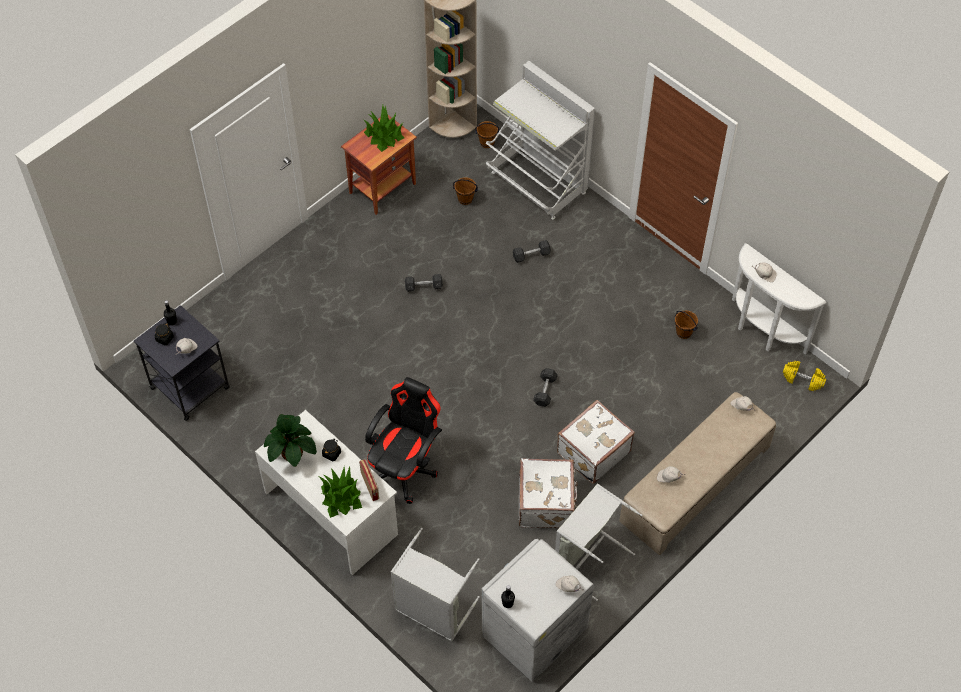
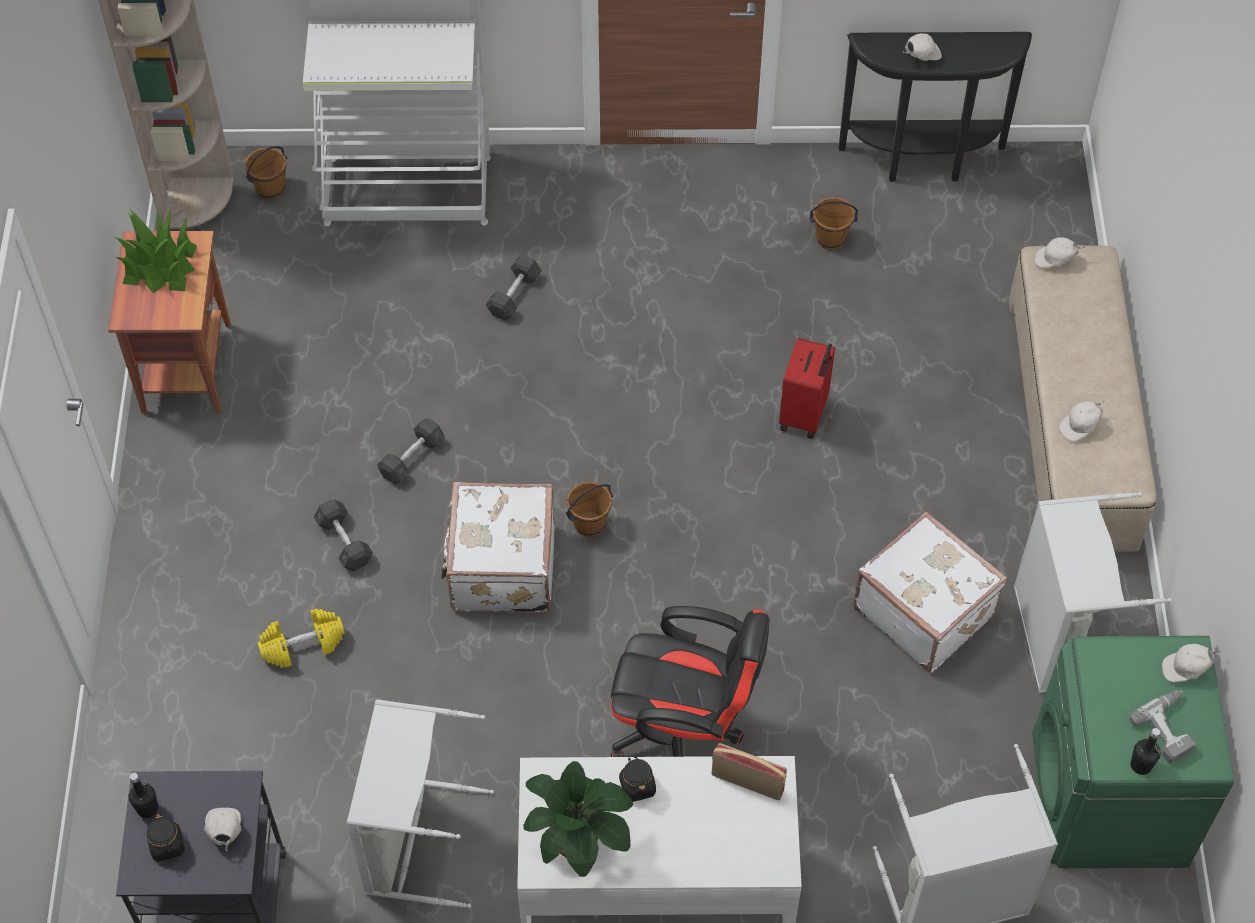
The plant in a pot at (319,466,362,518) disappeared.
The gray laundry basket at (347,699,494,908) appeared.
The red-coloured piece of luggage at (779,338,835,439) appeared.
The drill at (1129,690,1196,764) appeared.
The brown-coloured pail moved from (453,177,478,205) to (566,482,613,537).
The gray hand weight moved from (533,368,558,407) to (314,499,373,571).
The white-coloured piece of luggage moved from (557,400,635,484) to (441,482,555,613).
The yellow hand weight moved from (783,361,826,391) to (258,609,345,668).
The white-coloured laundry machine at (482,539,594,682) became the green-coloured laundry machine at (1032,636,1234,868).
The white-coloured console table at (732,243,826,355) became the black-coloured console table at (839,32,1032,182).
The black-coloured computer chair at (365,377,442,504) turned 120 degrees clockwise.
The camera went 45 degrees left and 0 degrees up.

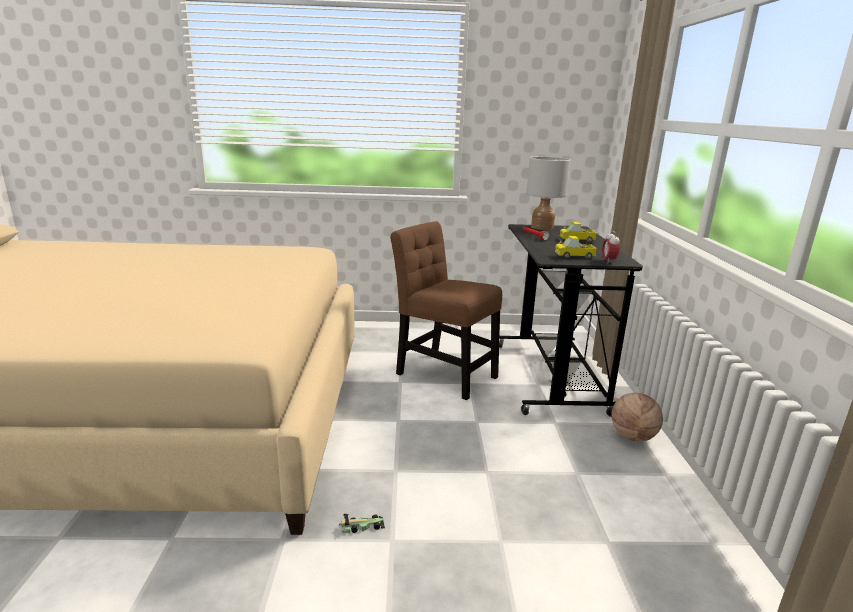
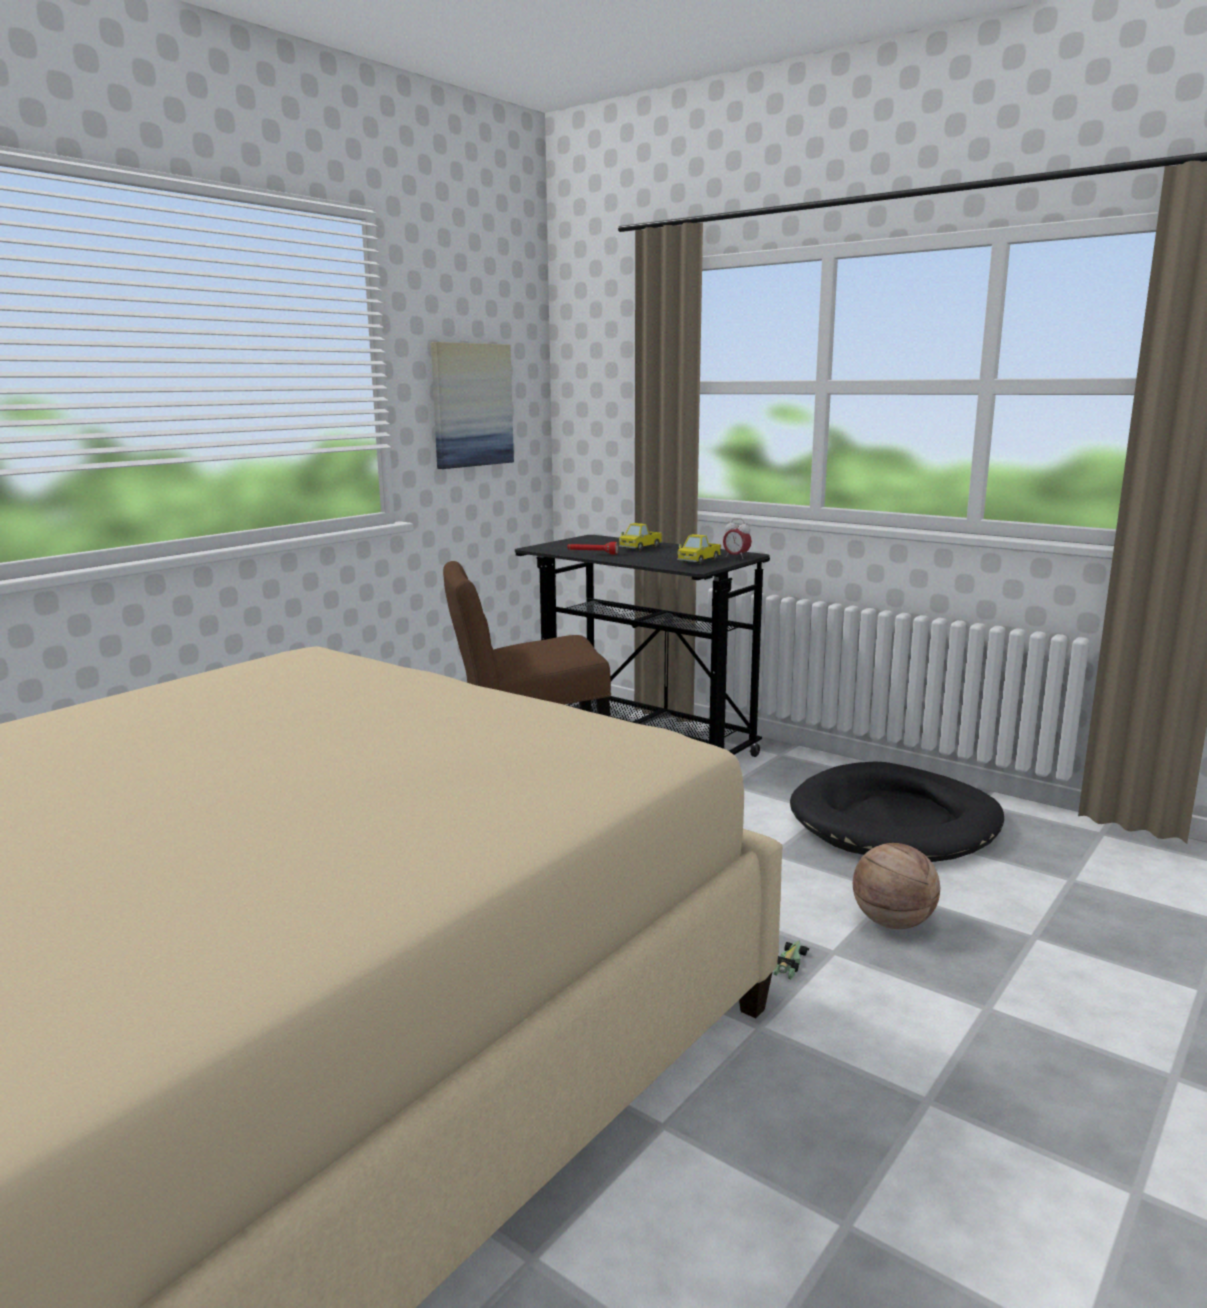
The gray tabletop lamp at (526,156,571,230) disappeared.
The wall art at (431,342,514,469) appeared.
The black-coloured dog bed at (790,761,1004,862) appeared.
The ball for basketball moved from (611,393,663,442) to (853,843,940,929).
The camera went 50 degrees left and 5 degrees down.

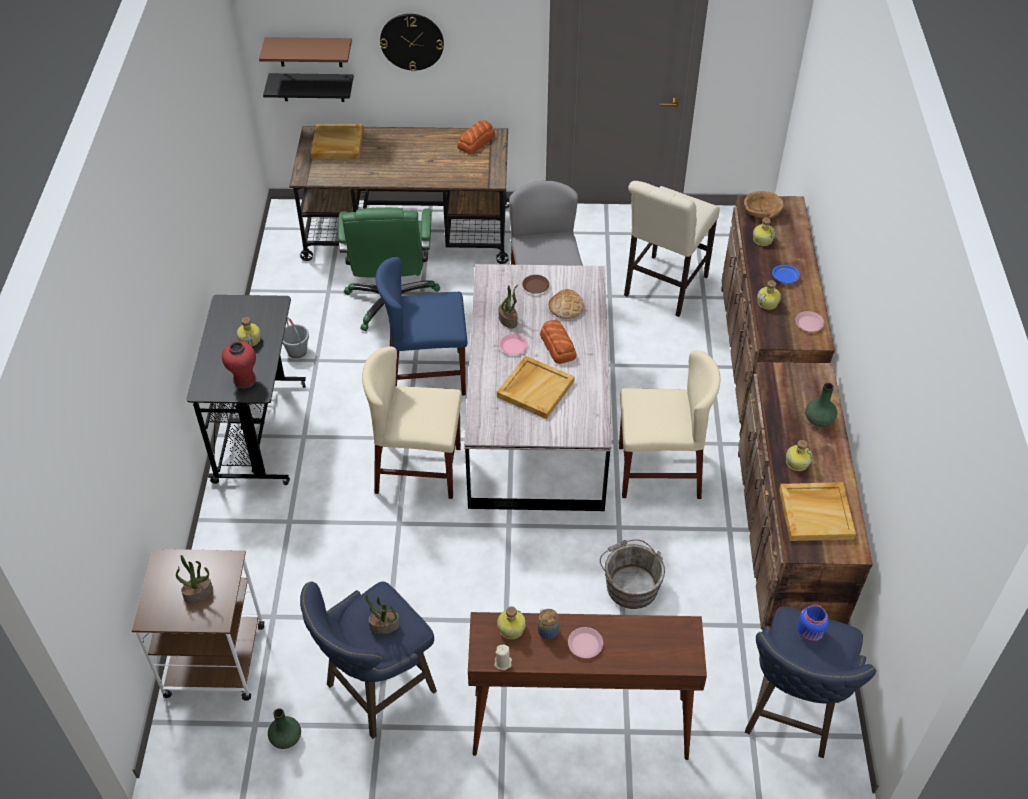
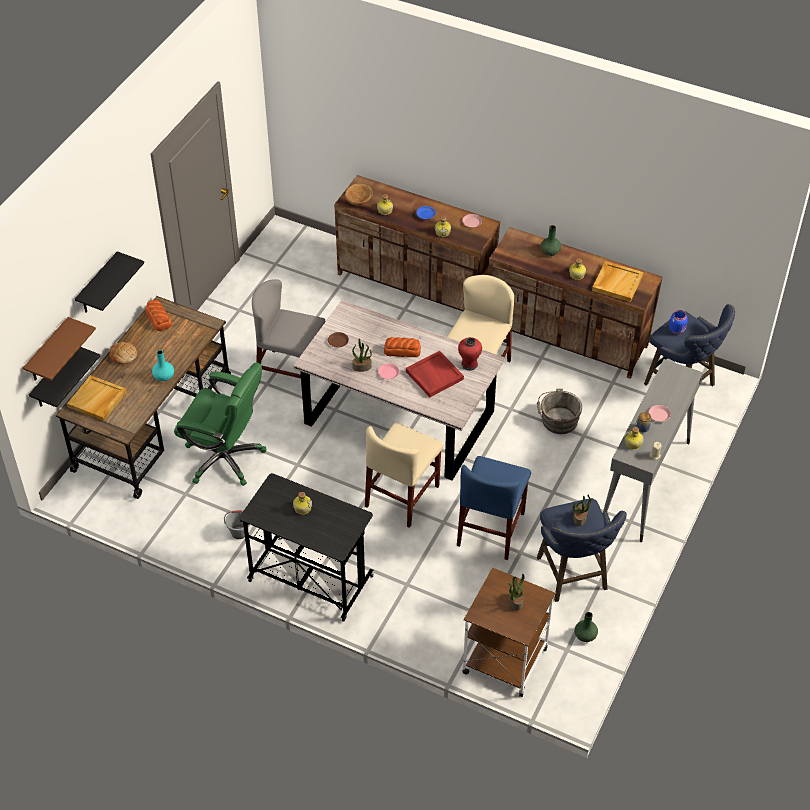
The beige sitting stool at (624,181,720,317) disappeared.
The turquoise decorative vase at (152,350,174,381) appeared.
The red-coloured decorative vase moved from (222,341,256,389) to (458,337,482,371).
The blue chair moved from (376,257,467,395) to (457,456,531,560).
The bread moved from (549,289,584,319) to (109,342,137,364).
The hanging clock at (380,14,444,71) was replaced by the black-coloured wall shelf at (75,251,144,313).
The brown-coloured console table at (468,612,707,760) became the gray console table at (603,359,703,542).
The beige tray at (497,356,575,419) became the red-coloured tray at (406,351,464,397).
The camera went 65 degrees left and 0 degrees up.

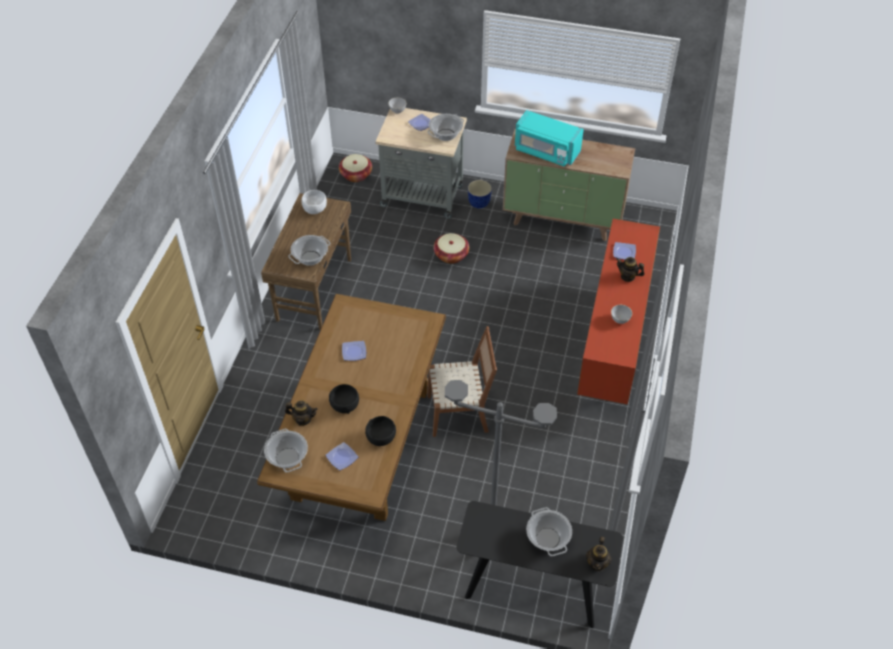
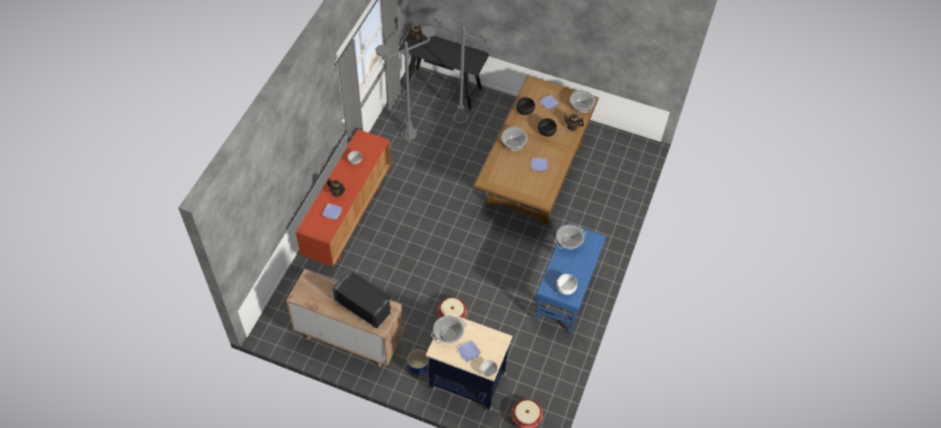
The chair at (427,326,497,437) disappeared.
The gray standard lamp at (375,26,436,140) appeared.
The cooking pot moved from (526,507,572,556) to (501,126,528,151).
The brown-coloured console table at (261,193,351,330) became the blue console table at (535,223,606,334).
The gray trolley at (375,108,467,219) became the blue trolley at (426,312,513,412).
The turquoise microwave at (515,110,584,167) became the black-coloured microwave at (333,272,391,329).
The camera went 175 degrees left and 5 degrees up.

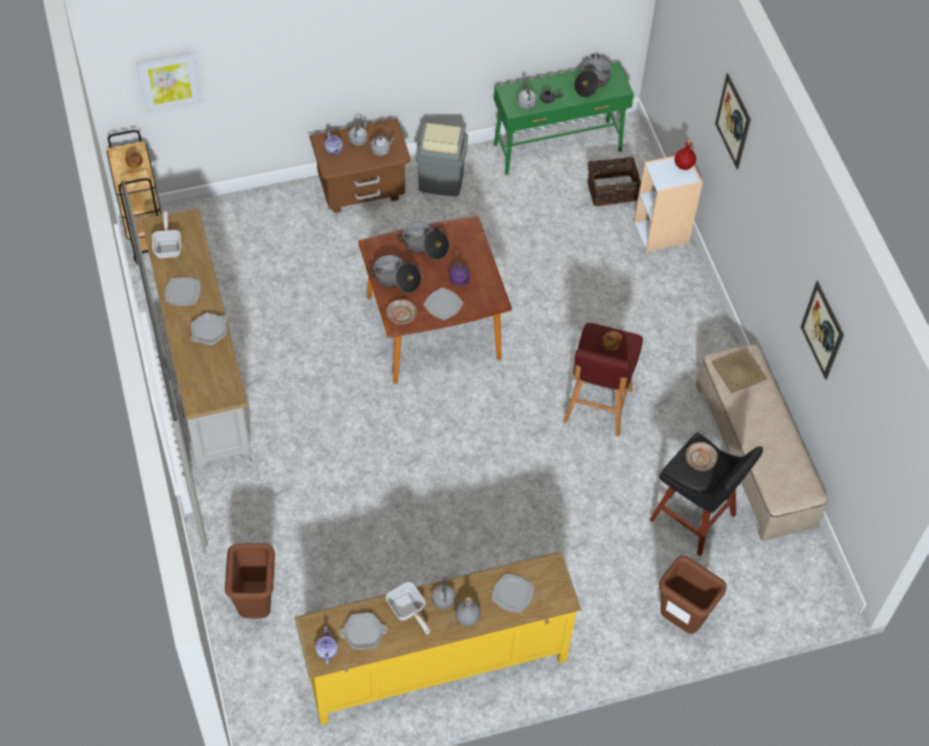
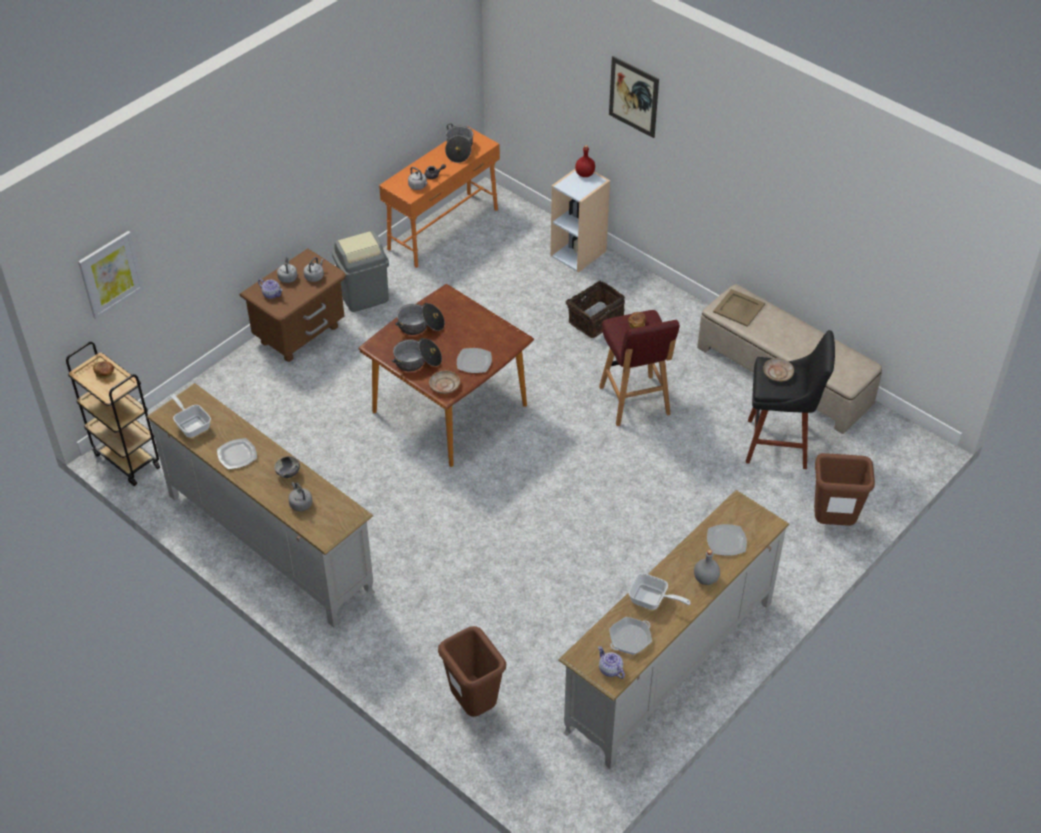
The purple-coloured tea kettle at (449,261,470,286) disappeared.
The wall art at (801,281,844,380) disappeared.
The gray tea kettle moved from (432,576,456,609) to (289,482,312,511).
The household basket moved from (587,154,641,206) to (566,280,625,338).
The skillet at (191,313,227,345) was replaced by the serving bowl at (274,456,300,478).
The yellow cupboard at (294,551,581,725) became the gray cupboard at (558,490,789,769).
The green-coloured console table at (494,62,634,175) became the orangey console table at (379,127,500,268).
The camera went 30 degrees left and 10 degrees down.

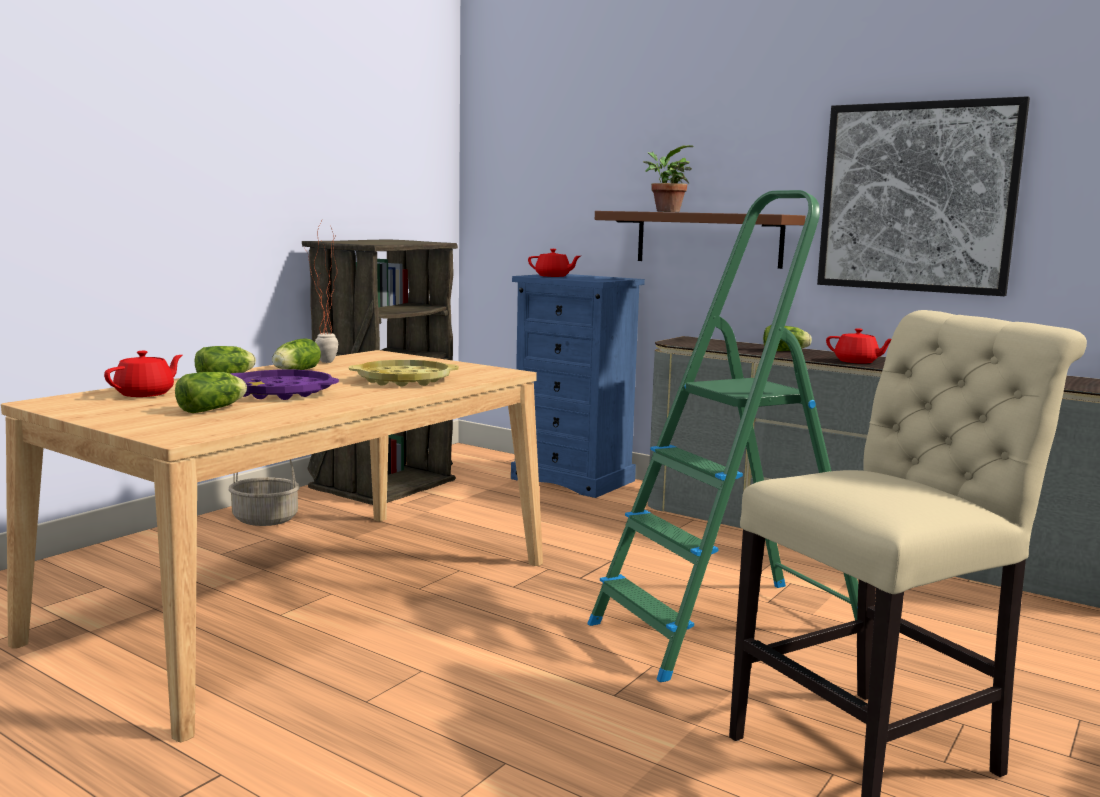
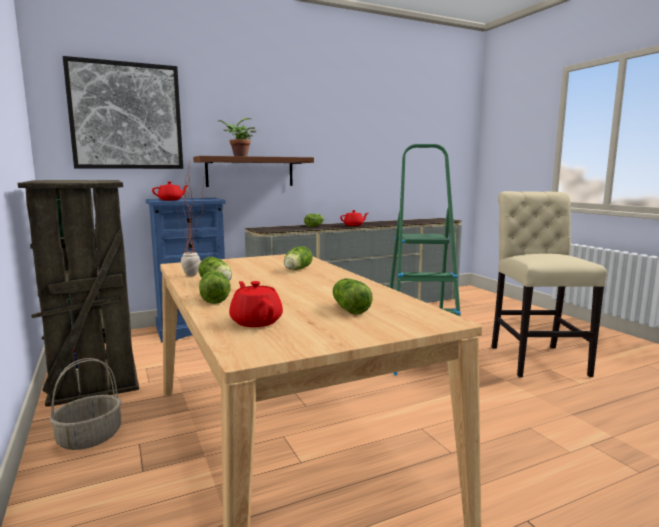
The purple-coloured tray at (230,370,339,400) disappeared.
The wall art moved from (817,96,1030,296) to (63,56,183,169).
The yellow tray at (349,360,459,386) was replaced by the lettuce at (284,246,312,270).
The camera went 60 degrees left and 0 degrees up.

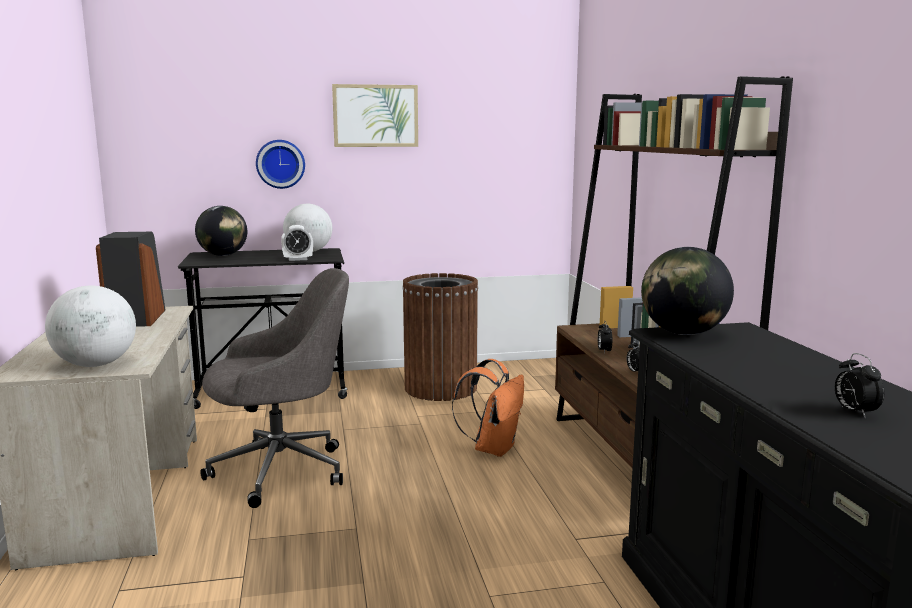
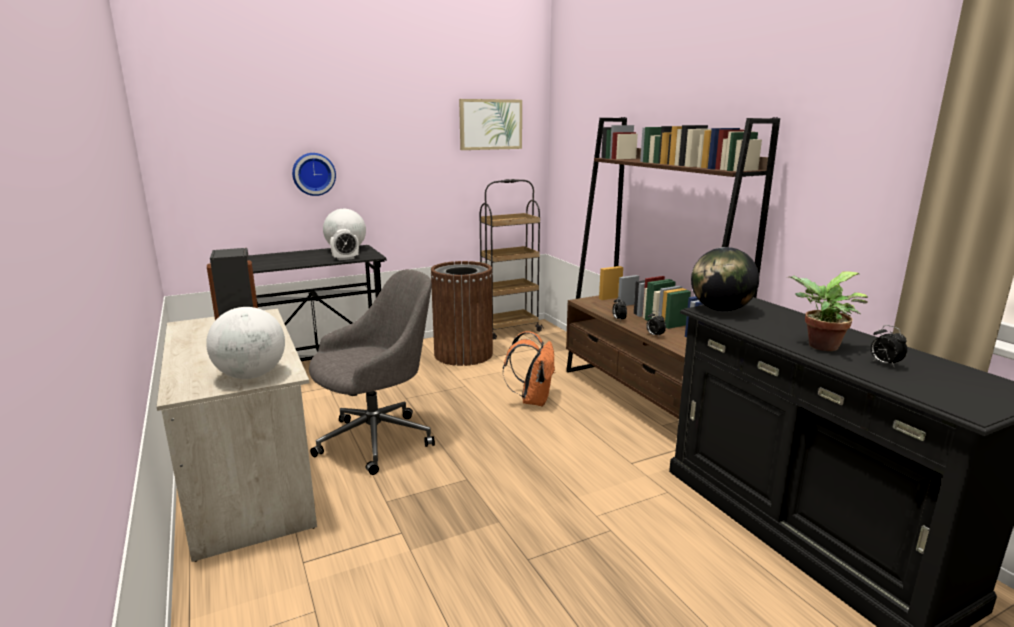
The globe at (195,206,247,256) disappeared.
The brown-coloured trolley at (480,179,544,339) appeared.
The plant in a pot at (786,271,868,351) appeared.
The wall art moved from (332,84,418,147) to (459,99,522,150).
The camera went 15 degrees left and 5 degrees up.

